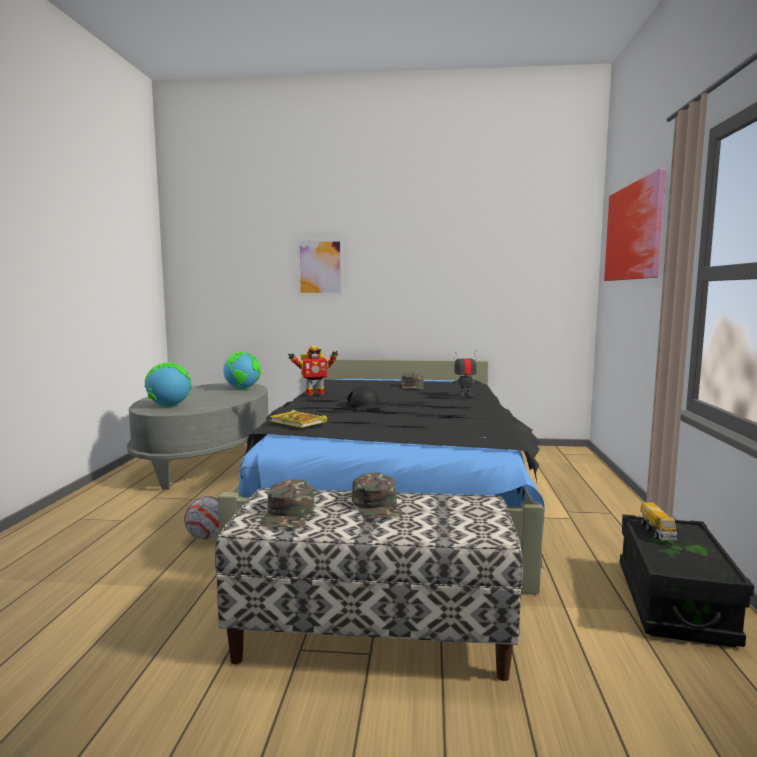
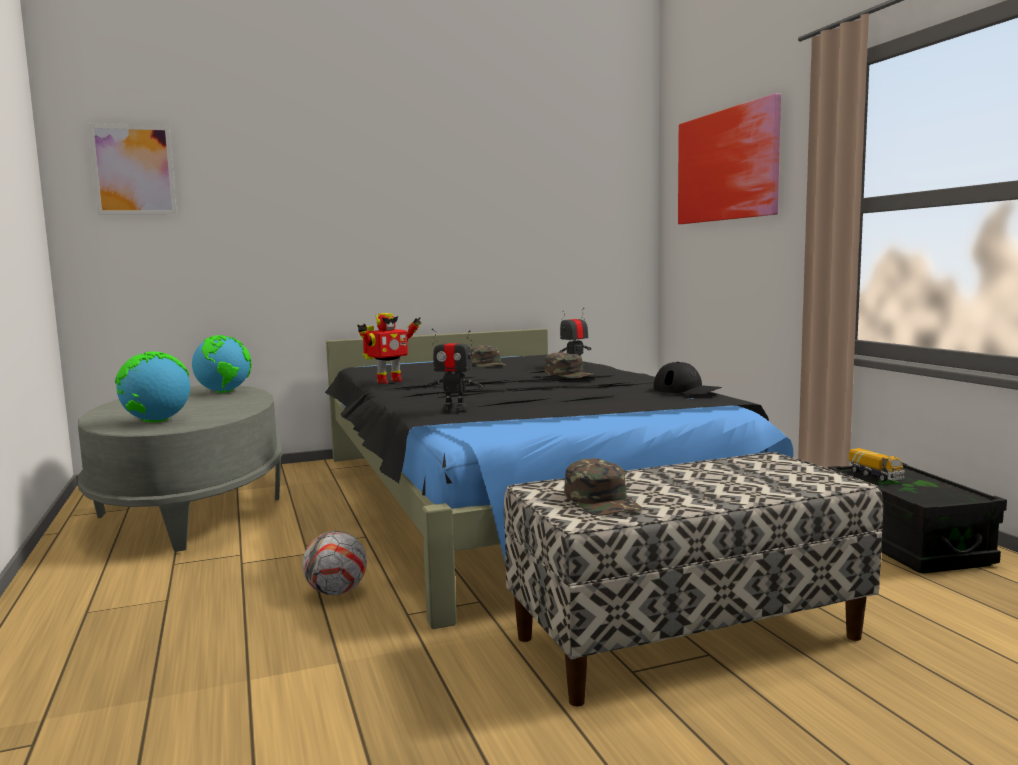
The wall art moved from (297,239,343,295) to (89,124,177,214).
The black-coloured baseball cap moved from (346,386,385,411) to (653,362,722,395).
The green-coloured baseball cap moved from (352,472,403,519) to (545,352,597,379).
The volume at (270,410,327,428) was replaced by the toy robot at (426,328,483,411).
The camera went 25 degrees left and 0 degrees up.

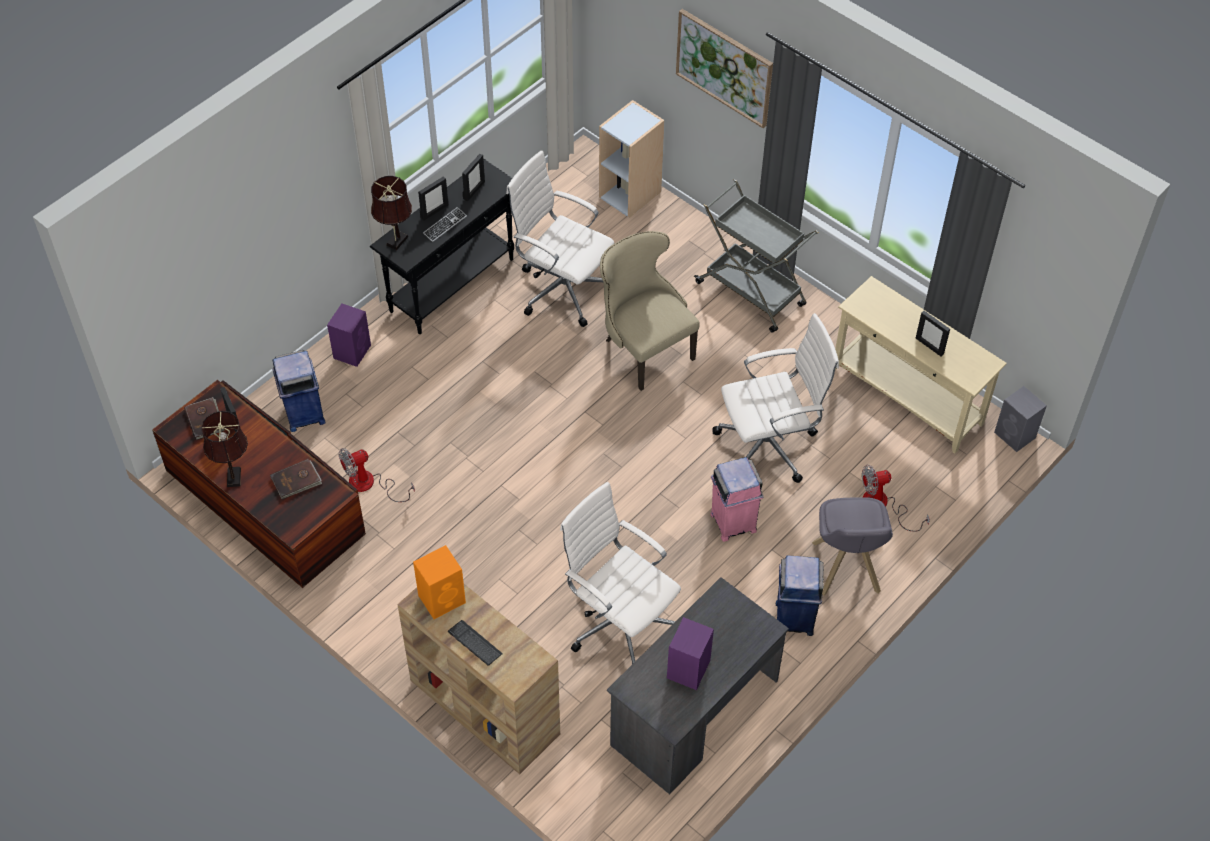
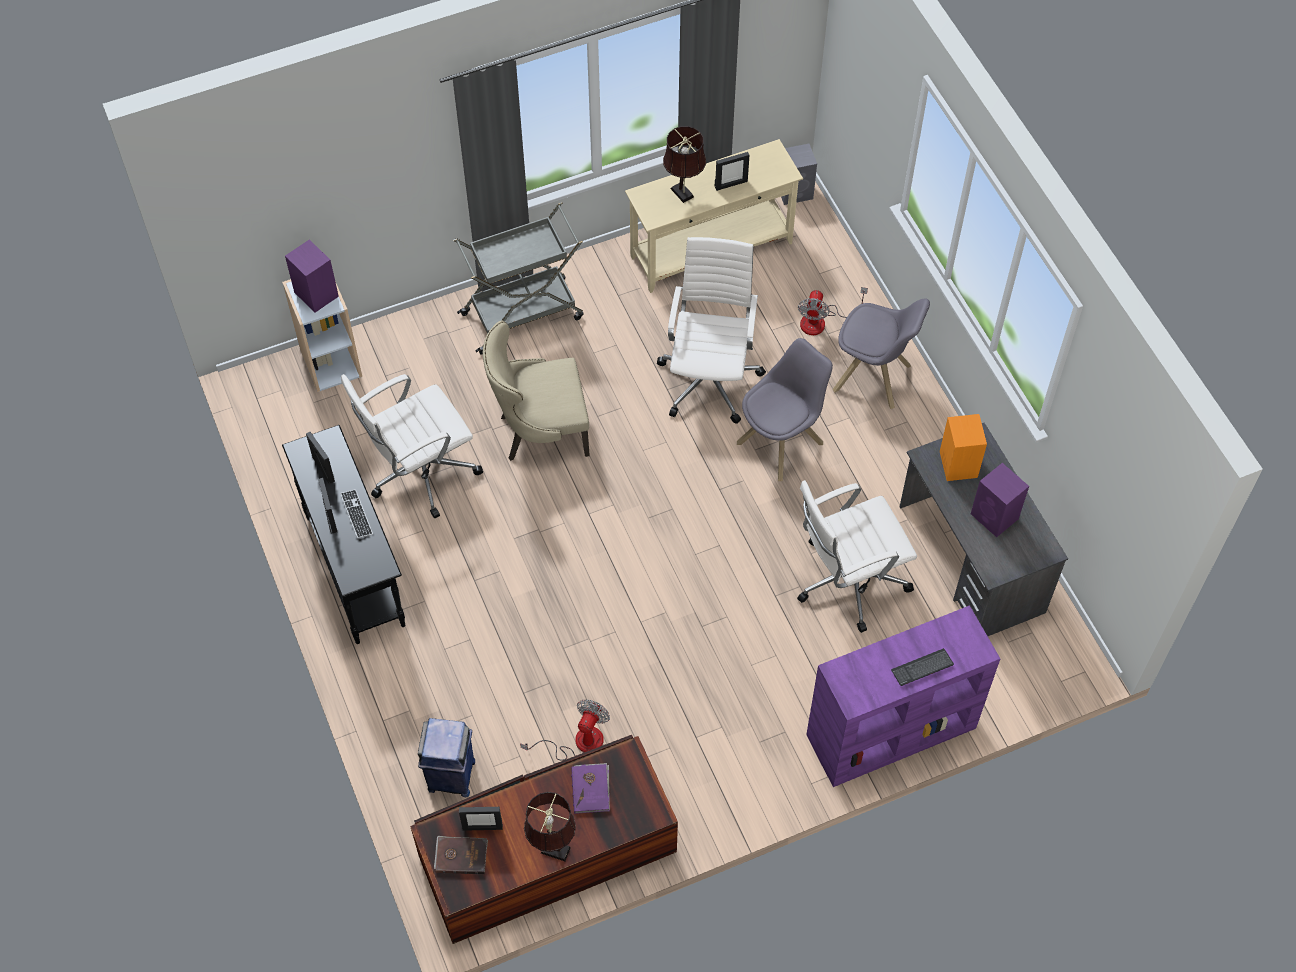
The wall art at (676,9,773,128) disappeared.
The blue rubbish bin at (776,555,824,636) disappeared.
The purple-coloured audio speaker moved from (327,303,371,367) to (285,239,339,313).
The brown-coloured tabletop lamp moved from (371,176,412,250) to (663,126,706,203).
The orangey audio speaker moved from (413,545,466,619) to (940,414,987,481).
The pink-coloured rubbish bin at (710,457,763,542) was replaced by the gray chair at (737,338,833,481).
The brown-coloured volume at (270,459,322,500) became the purple-coloured volume at (571,763,610,814).
The brown-coloured bookcase at (397,584,560,774) became the purple-coloured bookcase at (806,605,1000,787).
The cooling fan at (339,448,415,502) turned 150 degrees counterclockwise.
The camera went 65 degrees left and 5 degrees up.

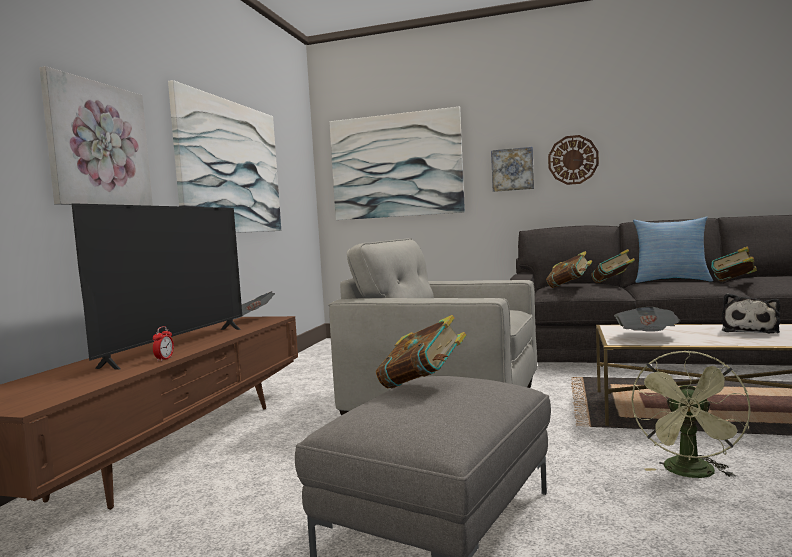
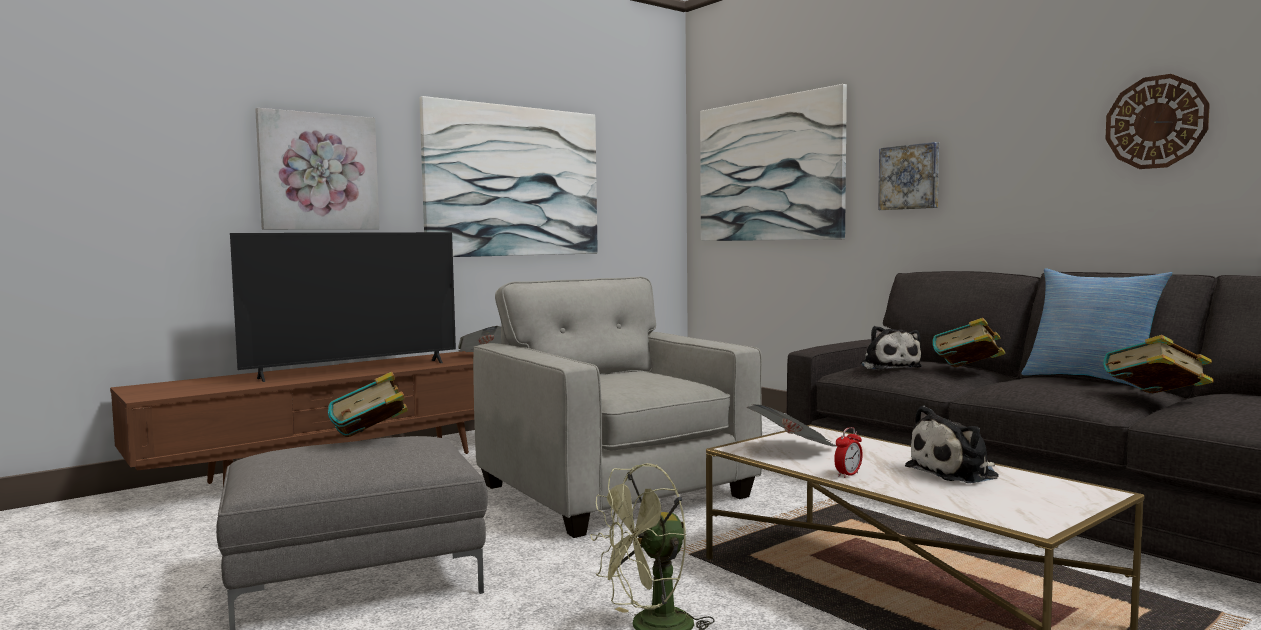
The alarm clock moved from (153,326,174,362) to (834,427,863,478).
The hanging clock moved from (548,135,599,185) to (1105,74,1210,169).
The volume at (546,251,592,288) was replaced by the plush toy at (861,326,922,370).
The camera went 35 degrees right and 0 degrees up.

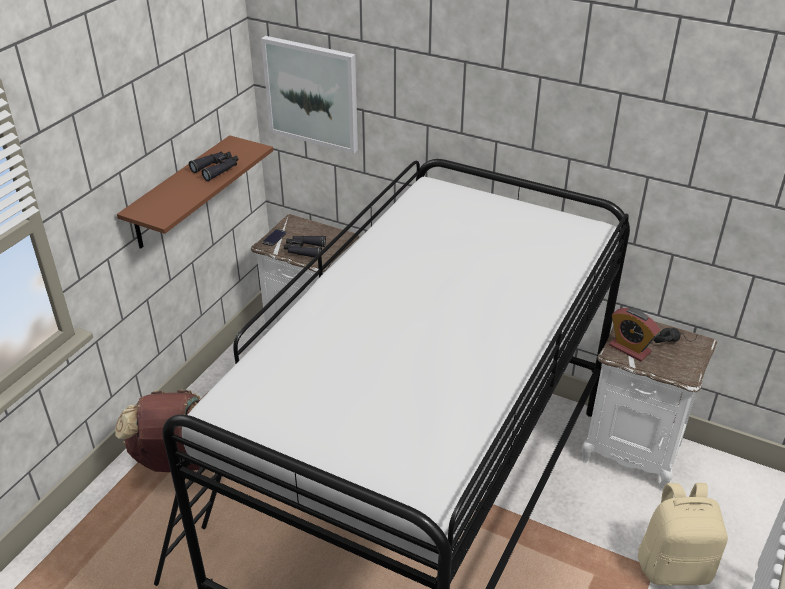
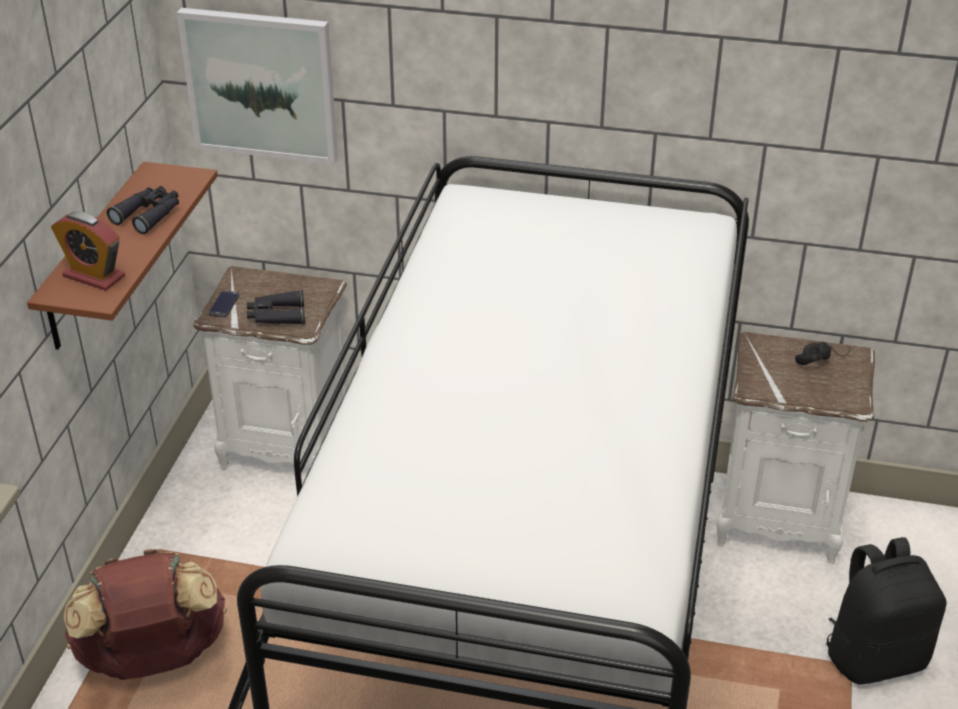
The alarm clock moved from (609,308,660,361) to (51,211,125,291).
The beige knapsack at (638,483,728,586) became the black-coloured knapsack at (826,537,946,685).
The camera went 15 degrees left and 0 degrees up.

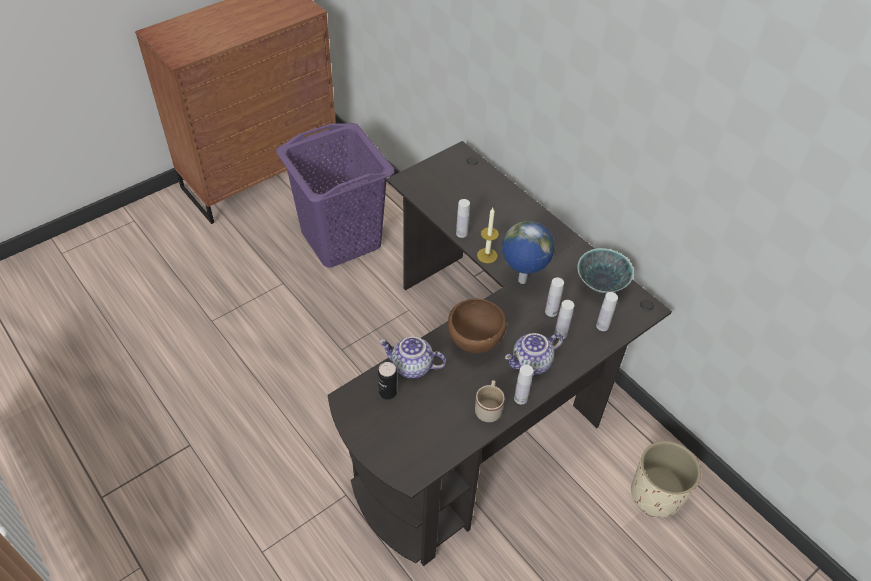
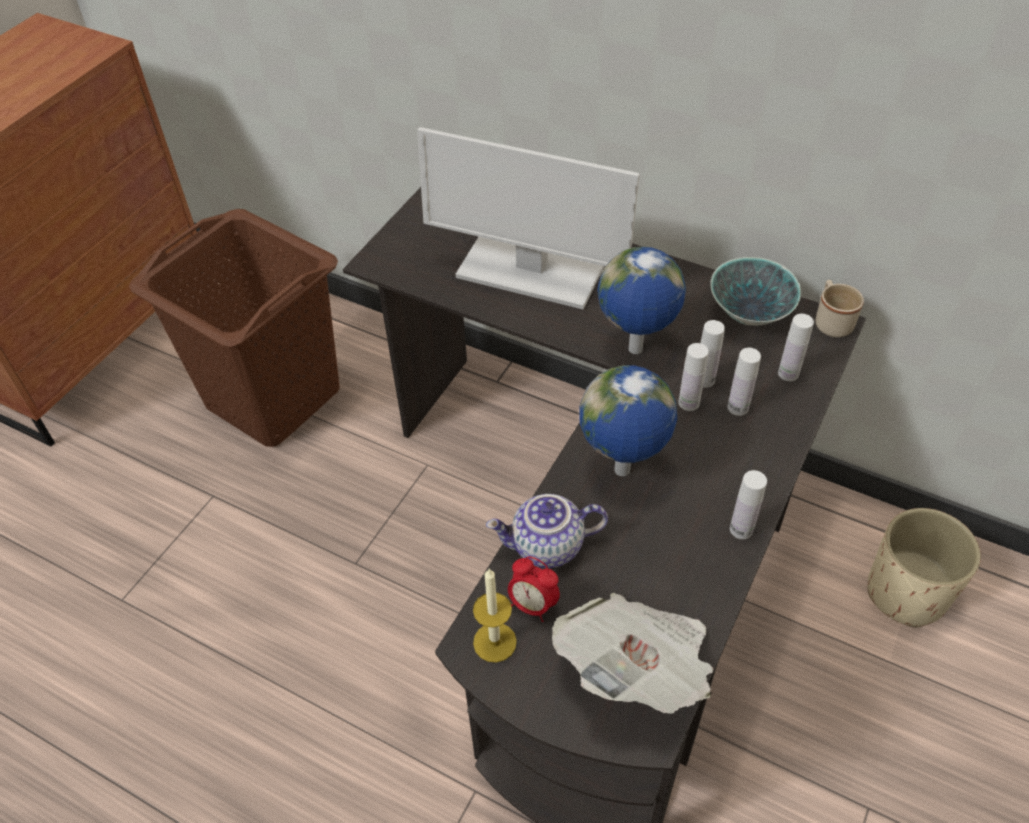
The tea pot at (505,333,563,375) disappeared.
The computer display at (417,127,640,310) appeared.
The newspaper at (552,593,714,713) appeared.
The white-coloured bottle moved from (456,199,470,238) to (678,343,709,411).
The beige mug moved from (475,380,505,422) to (816,280,864,337).
The candle moved from (477,208,499,263) to (473,569,517,663).
The can at (378,362,397,400) was replaced by the alarm clock at (508,557,560,622).
The brown-coloured serving bowl at (448,299,507,353) was replaced by the globe at (579,365,677,476).
The purple-coloured laundry basket at (276,123,394,268) became the brown-coloured laundry basket at (129,209,340,447).
The camera went 20 degrees left and 0 degrees up.

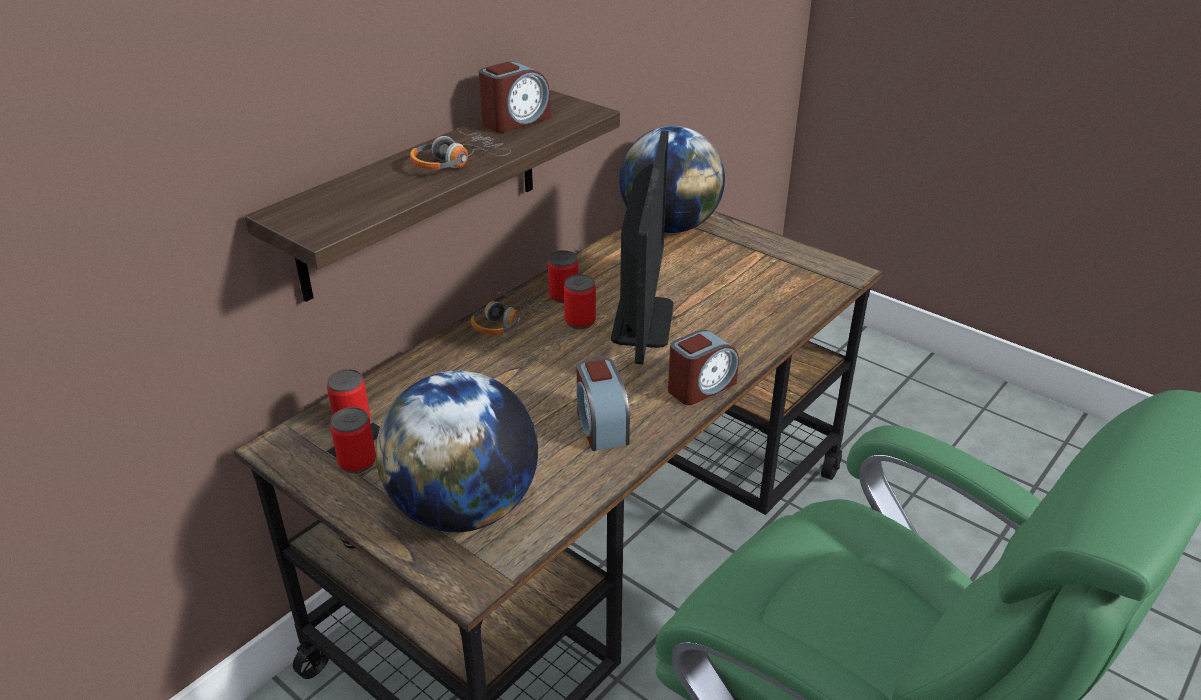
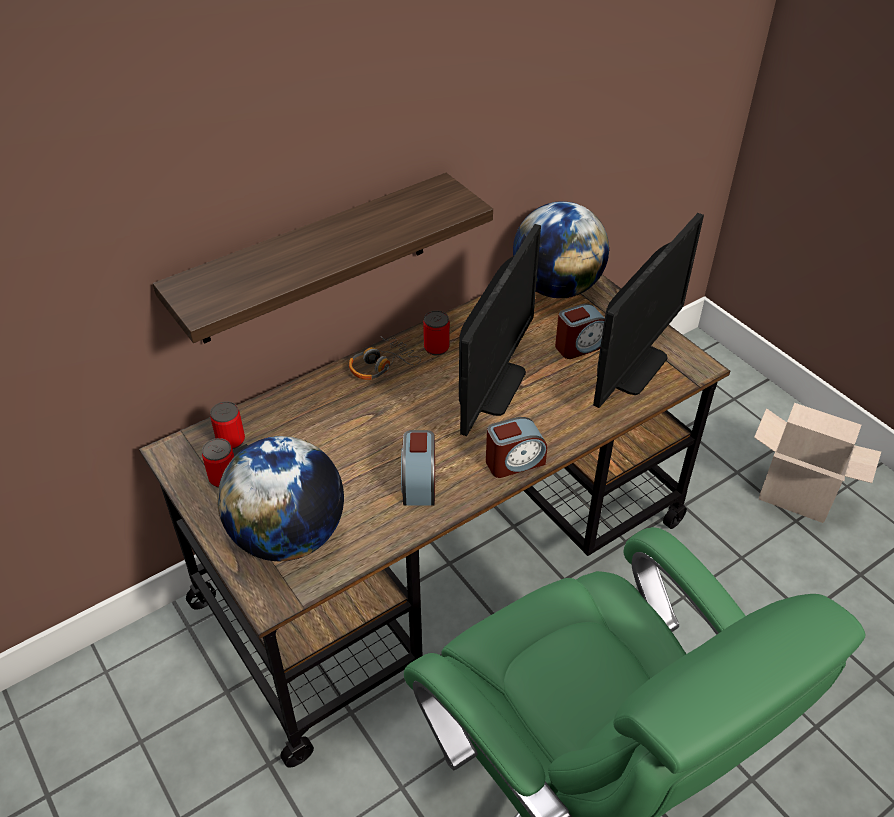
The headphones at (410,131,511,170) disappeared.
The can at (564,274,596,329) disappeared.
The computer display at (593,213,704,408) appeared.
The cardboard box at (754,403,881,523) appeared.
The alarm clock moved from (479,61,550,133) to (555,304,605,359).
The camera went 15 degrees right and 10 degrees up.

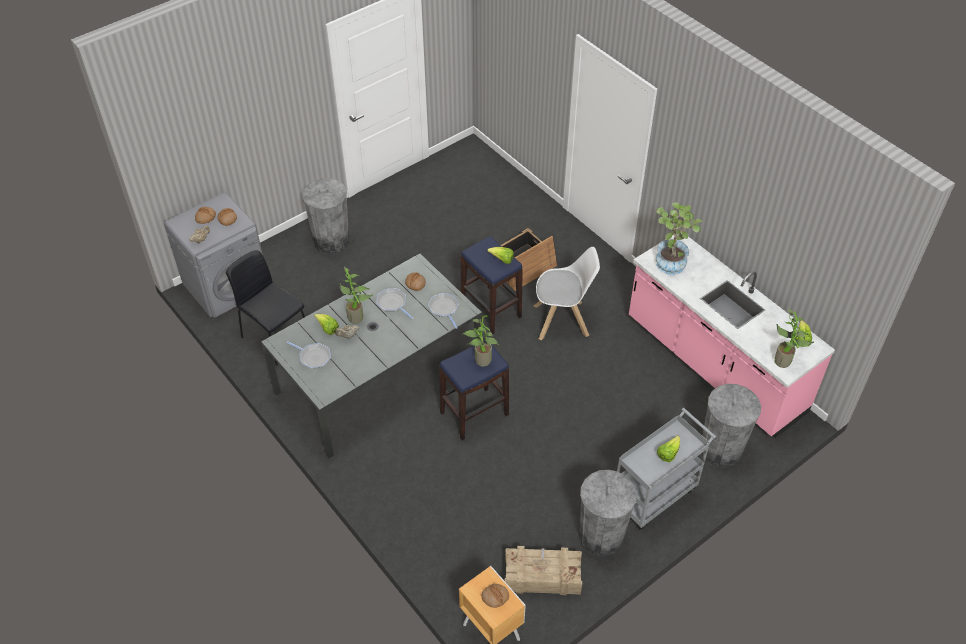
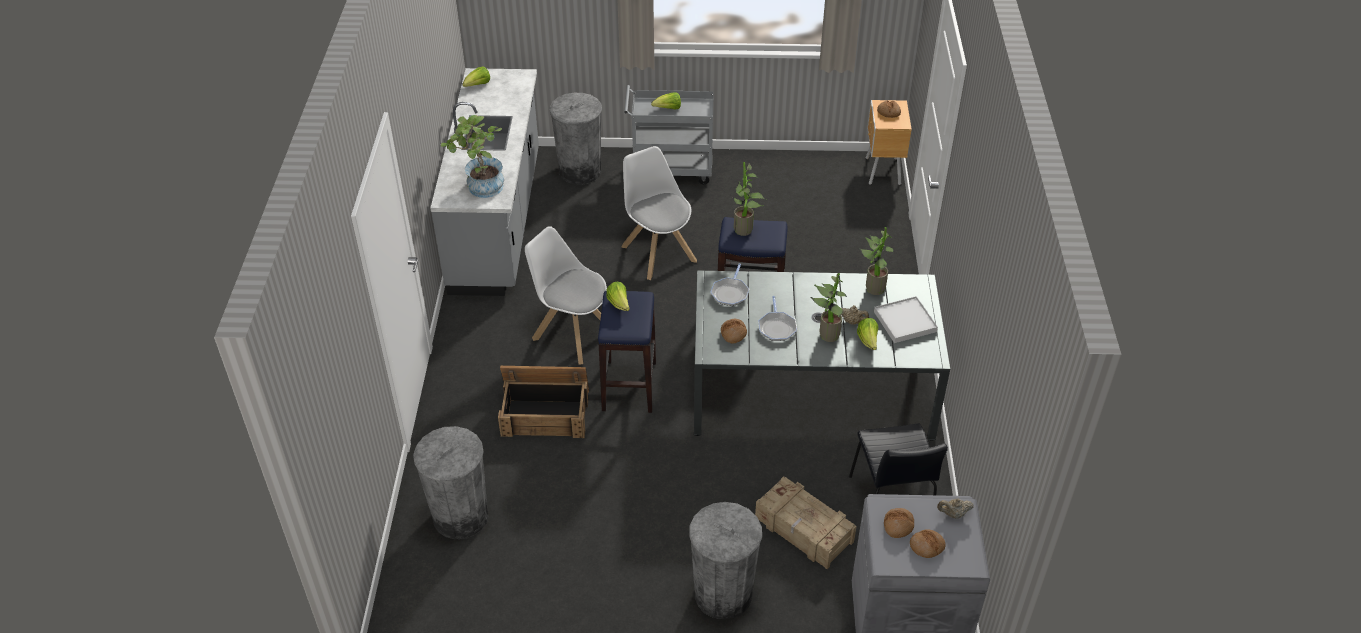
The chair at (621,146,697,280) appeared.
The shipping crate moved from (505,546,582,595) to (755,476,857,569).
The gray rubbish bin moved from (579,470,637,556) to (413,426,489,539).
The plant in a pot moved from (774,308,814,368) to (859,227,894,295).
The skillet at (287,342,331,369) was replaced by the white-coloured tray at (874,296,938,343).
The pink-coloured counter at (629,232,835,438) became the gray counter at (431,68,539,296).
The camera went 140 degrees left and 5 degrees down.

